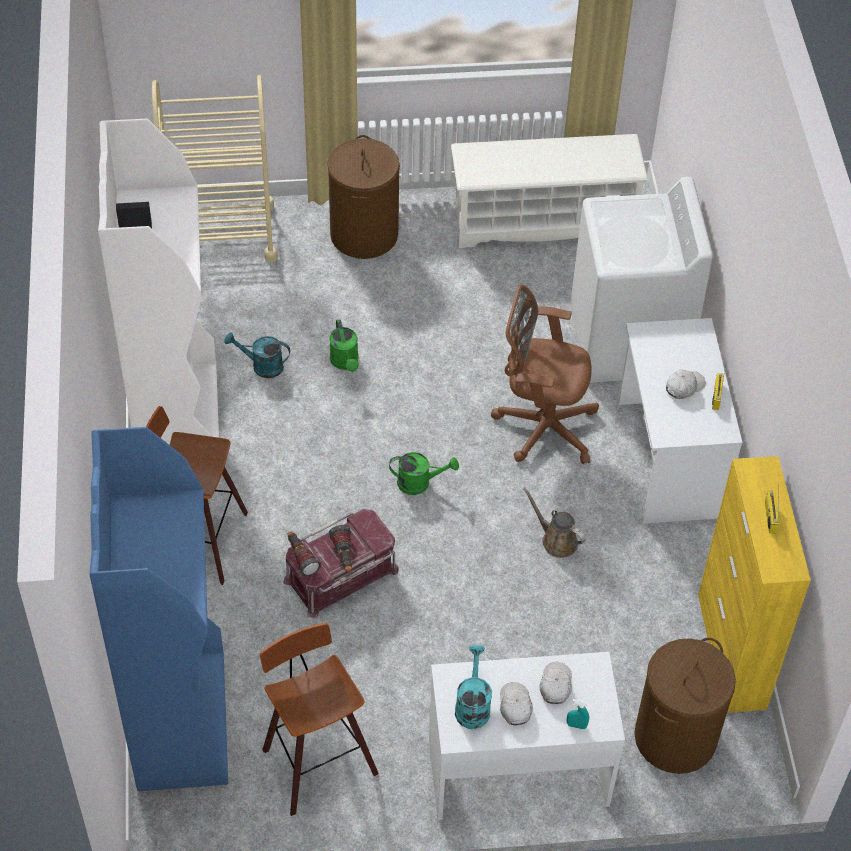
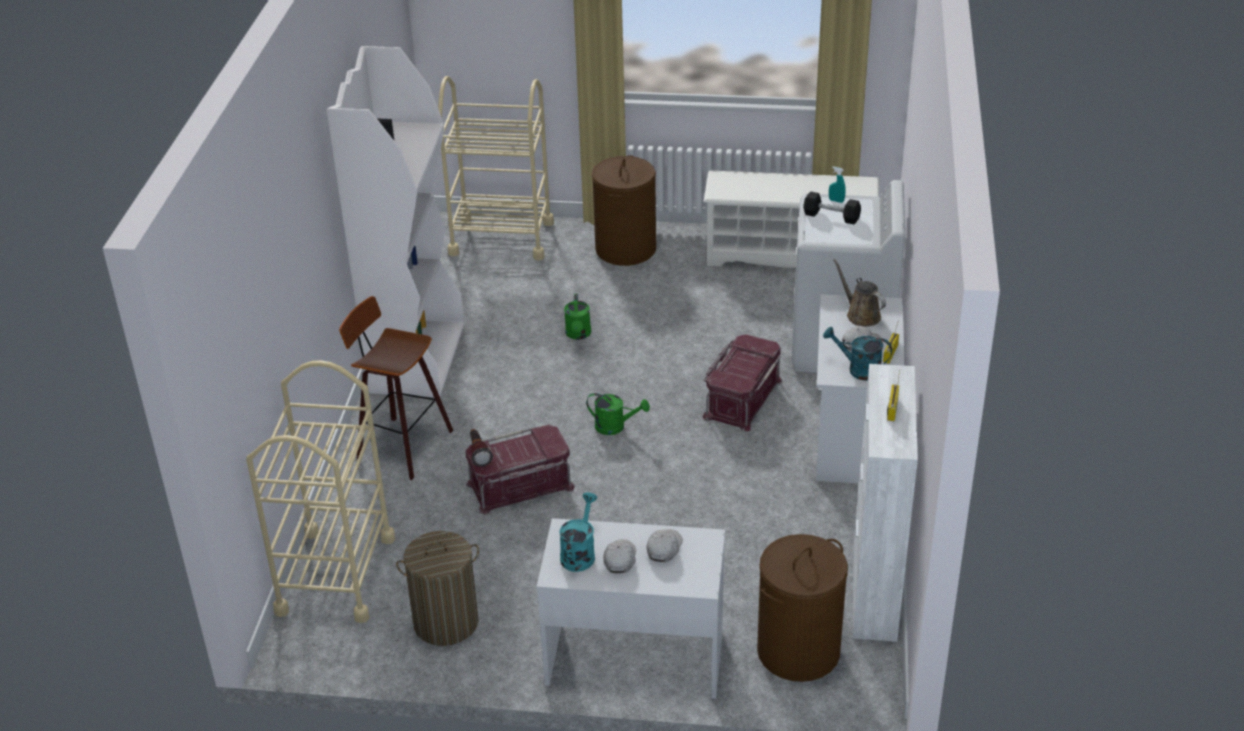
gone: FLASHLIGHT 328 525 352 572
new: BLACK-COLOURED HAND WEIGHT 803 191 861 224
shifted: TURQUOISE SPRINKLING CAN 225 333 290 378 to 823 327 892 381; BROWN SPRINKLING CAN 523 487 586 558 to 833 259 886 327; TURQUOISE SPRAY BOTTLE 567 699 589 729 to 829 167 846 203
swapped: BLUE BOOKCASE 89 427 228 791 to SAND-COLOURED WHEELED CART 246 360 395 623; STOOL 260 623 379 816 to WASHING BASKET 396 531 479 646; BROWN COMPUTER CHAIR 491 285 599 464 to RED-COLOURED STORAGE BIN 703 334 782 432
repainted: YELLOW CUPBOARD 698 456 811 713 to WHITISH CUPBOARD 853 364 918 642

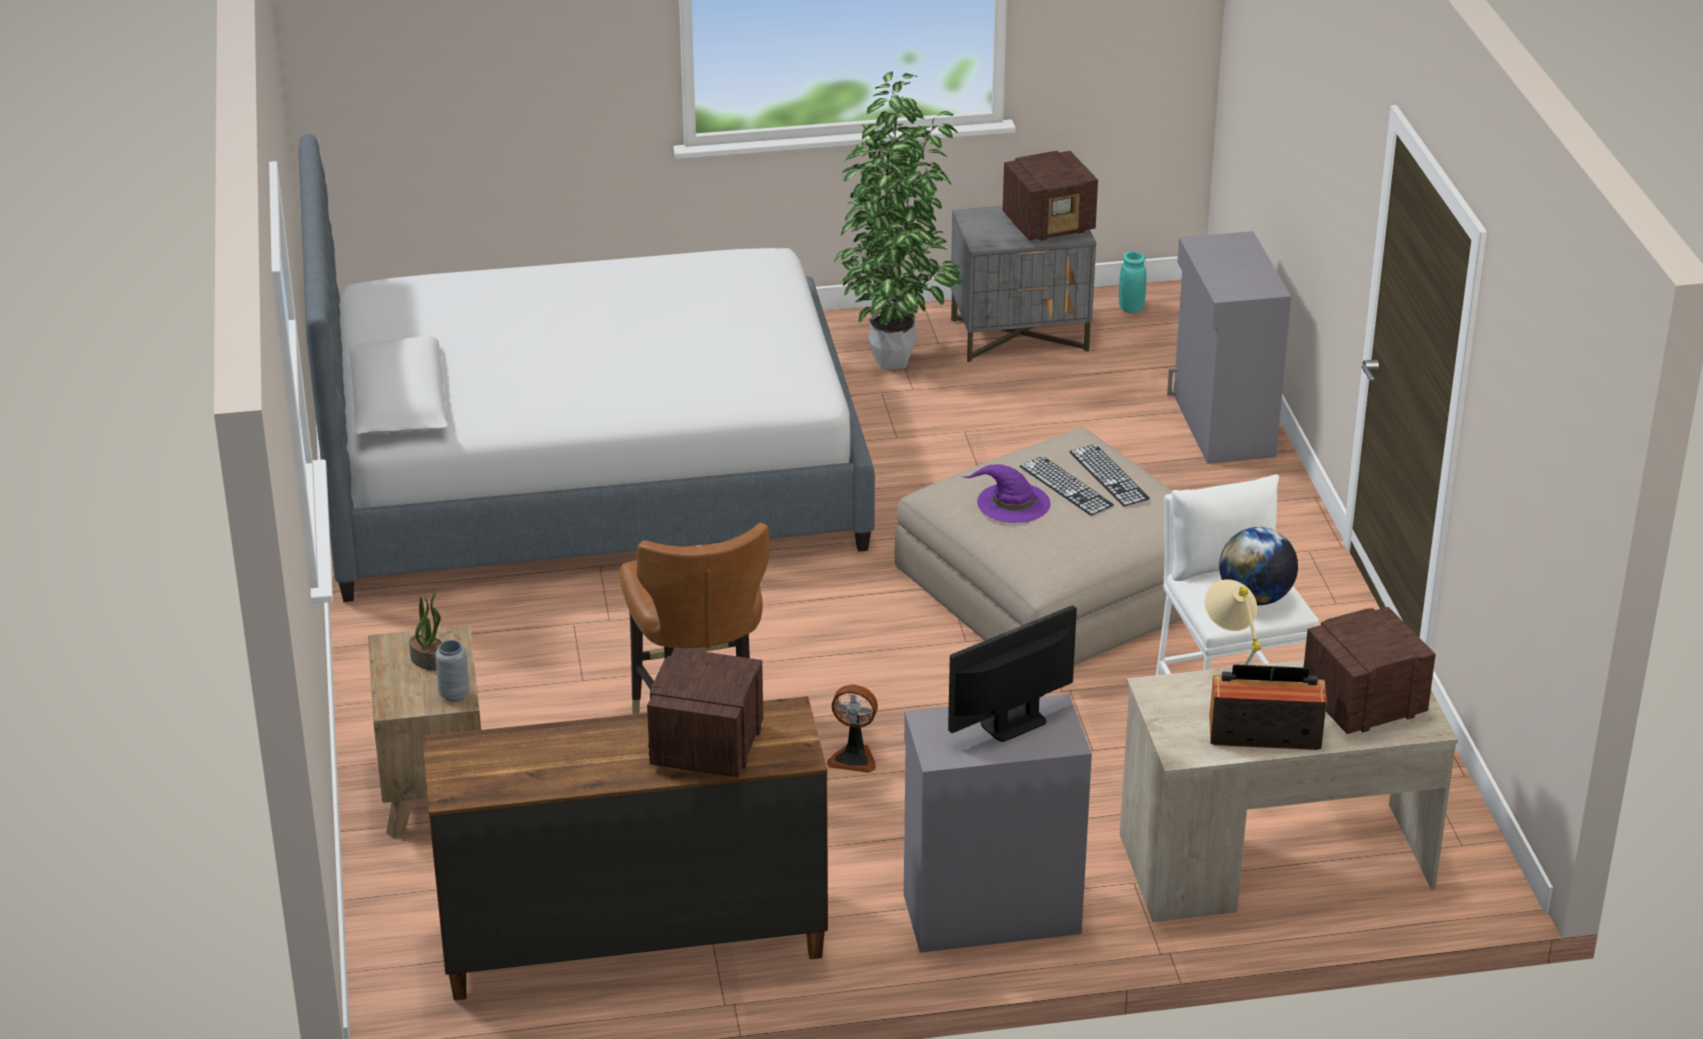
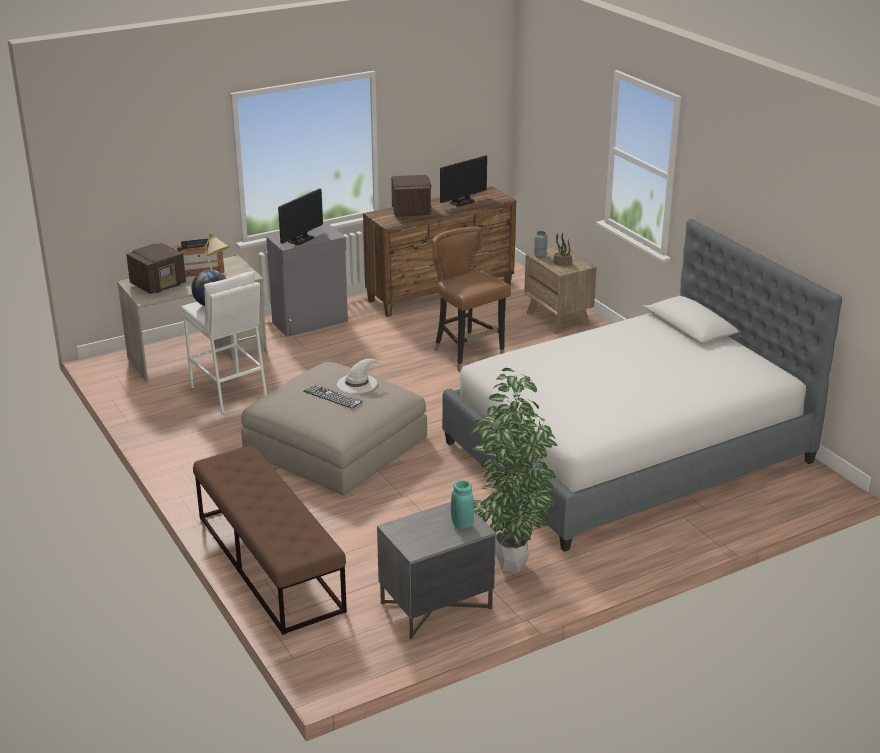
gone: FAN 827 685 878 773; RADIO 1003 151 1098 241; KEYBOARD 1069 444 1150 506
new: COMPUTER DISPLAY 440 155 487 206
shifted: TURQUOISE DECORATIVE VASE 1119 251 1146 313 to 451 480 474 529
swapped: GRAY CUPBOARD 1167 231 1291 464 to BROWN INDOOR BENCH 193 445 347 635
repainted: PURPLISH HAT 961 464 1050 523 to WHITISH HAT 337 359 383 394

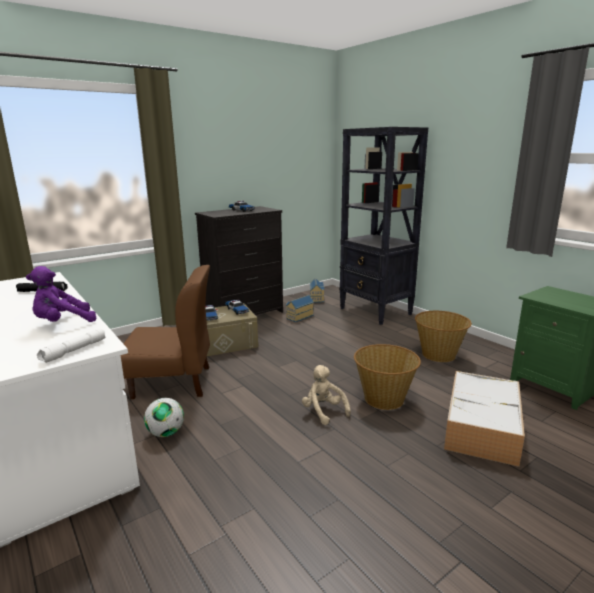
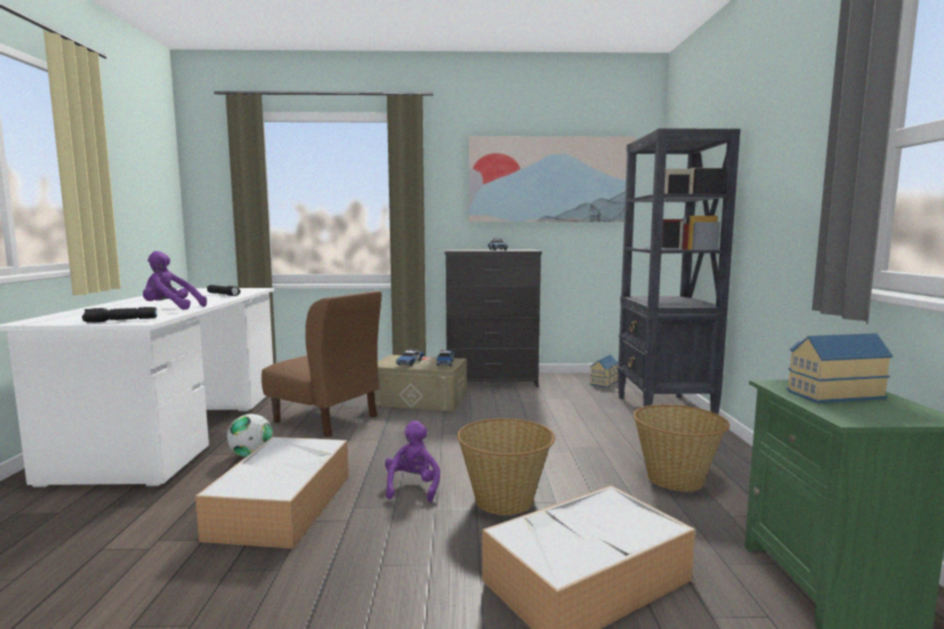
new: STORAGE BIN 195 437 349 549; PICTURE 469 136 637 222
shifted: MINIATURE HOUSE 286 295 314 322 to 787 333 893 403
repainted: WHITISH FLASHLIGHT 37 329 106 363 to BLACK-COLOURED FLASHLIGHT 82 307 157 322; SAND-COLOURED CUDDLY TOY 302 365 351 425 to PURPLISH CUDDLY TOY 385 421 440 502

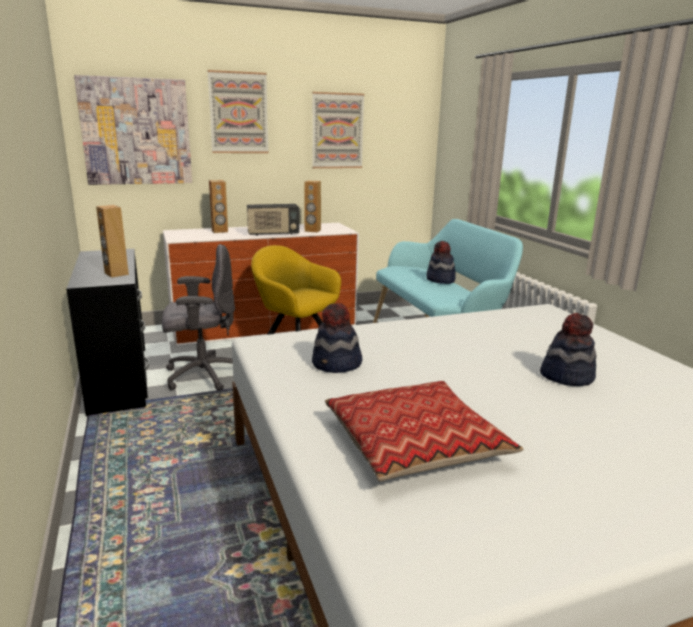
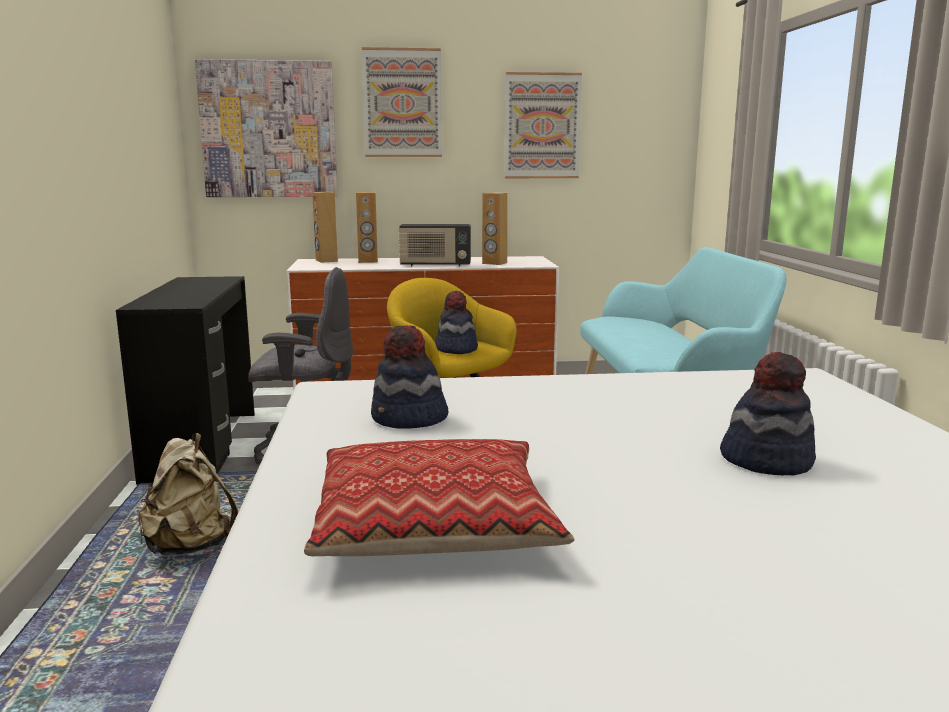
new: SAND-COLOURED BACKPACK 138 433 238 555
shifted: BROWN LOUDSPEAKER 96 205 129 278 to 312 192 338 263; HAT 426 241 456 284 to 435 291 478 354

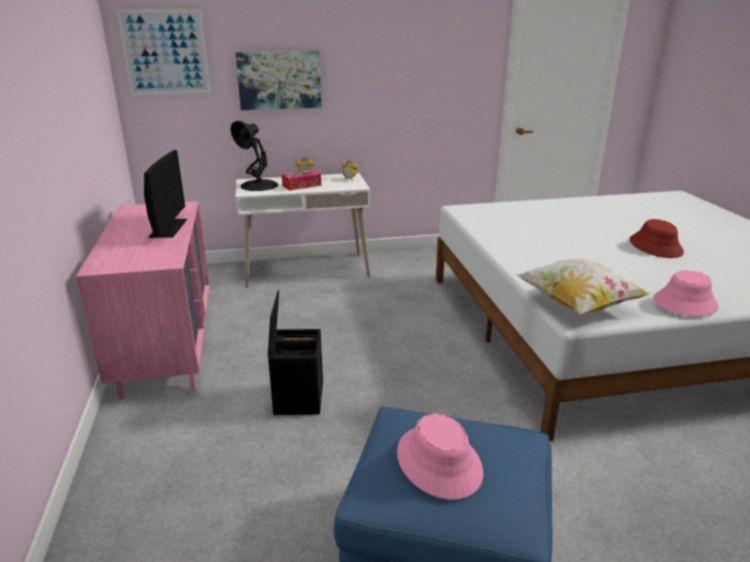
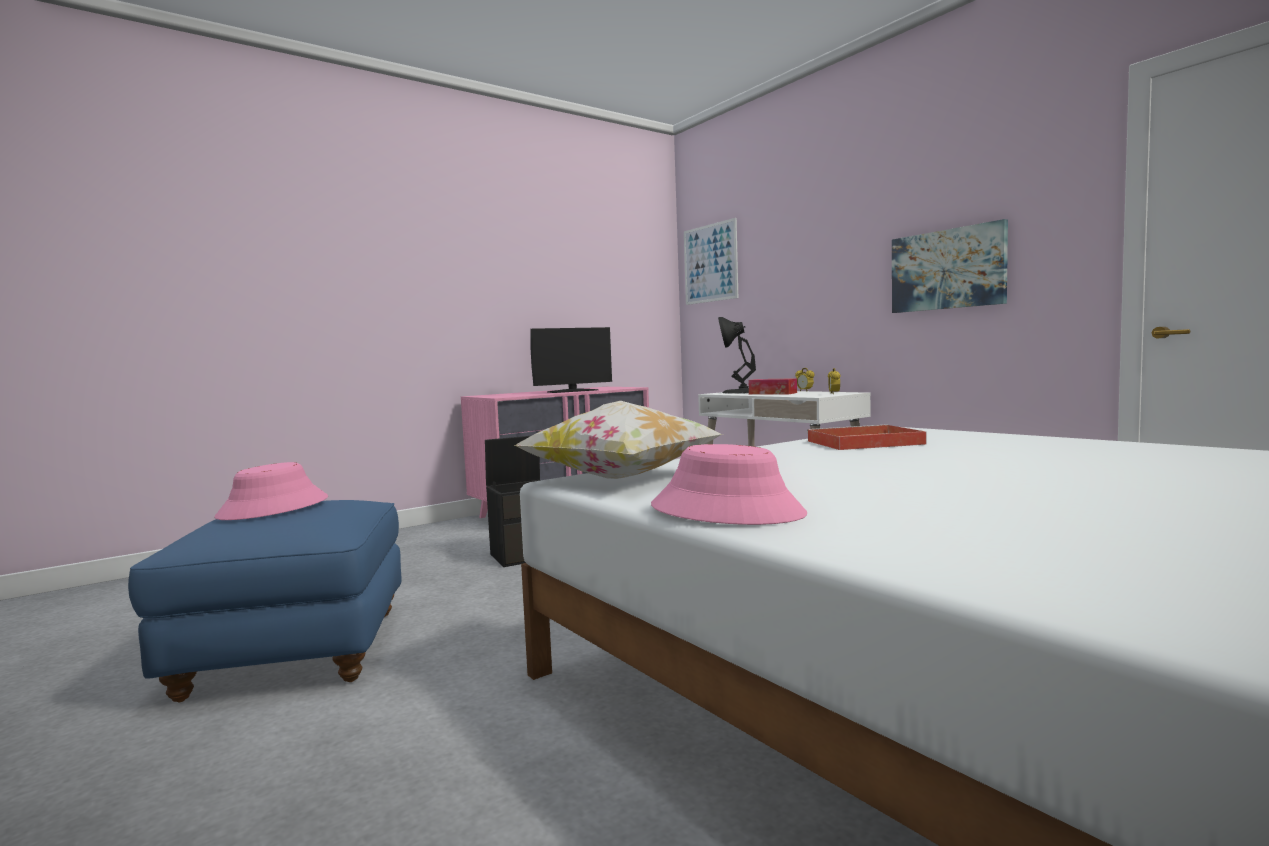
gone: RED-COLOURED HAT 630 219 684 258
new: RED-COLOURED TRAY 807 424 926 450
shifted: PICTURE 235 51 322 110 to 892 219 1008 313

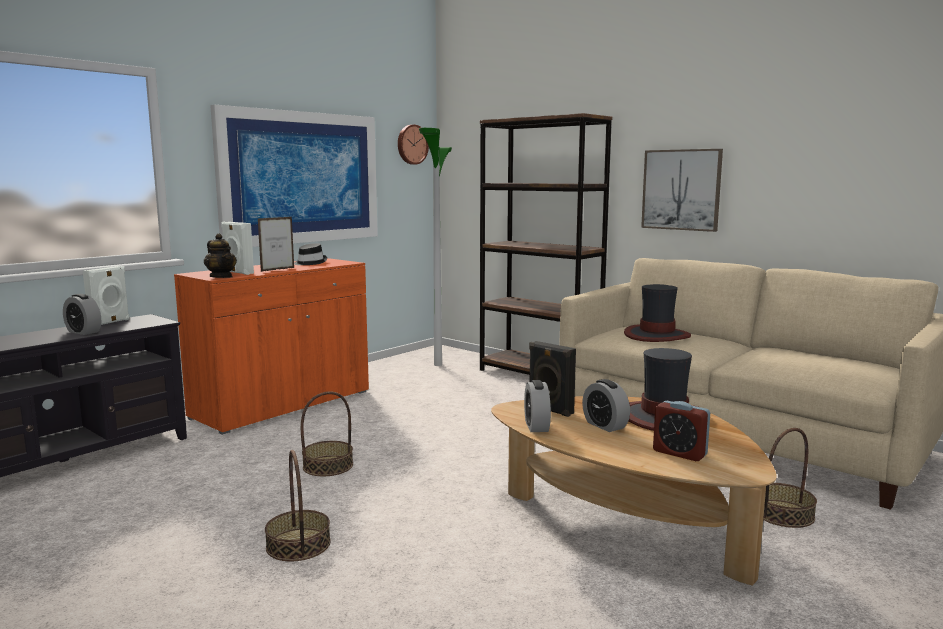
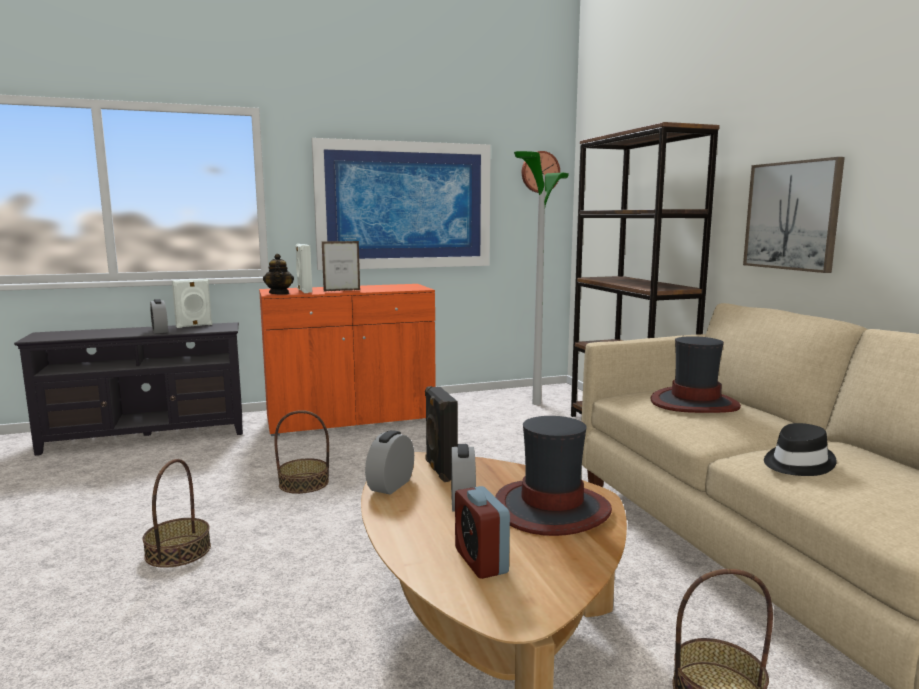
shifted: BLACK-COLOURED HAT 294 243 327 265 to 764 423 837 476

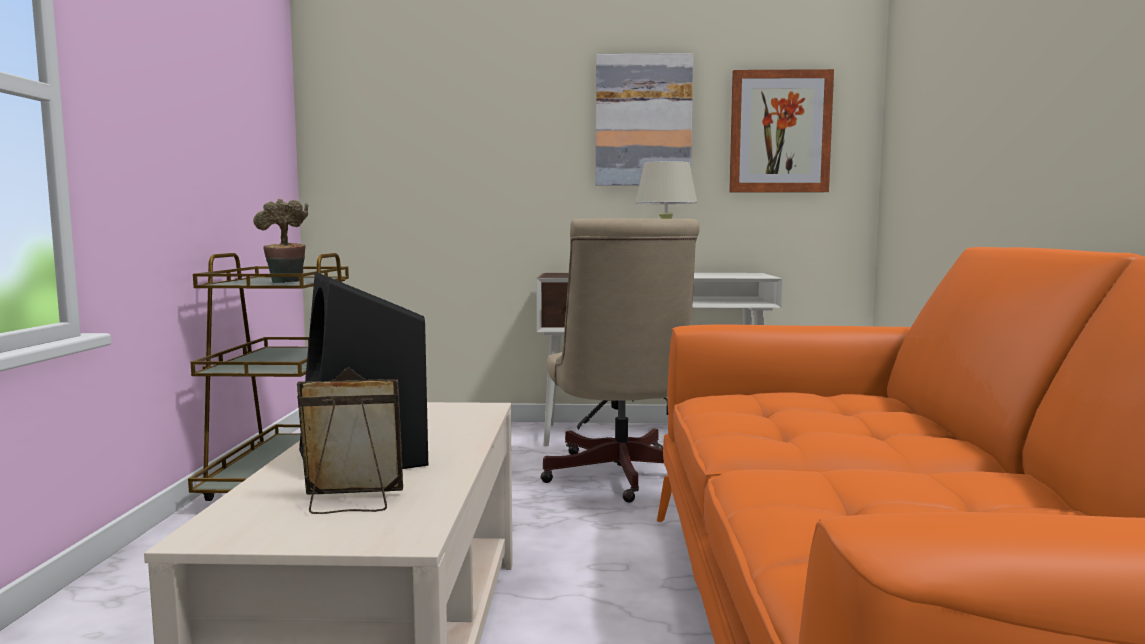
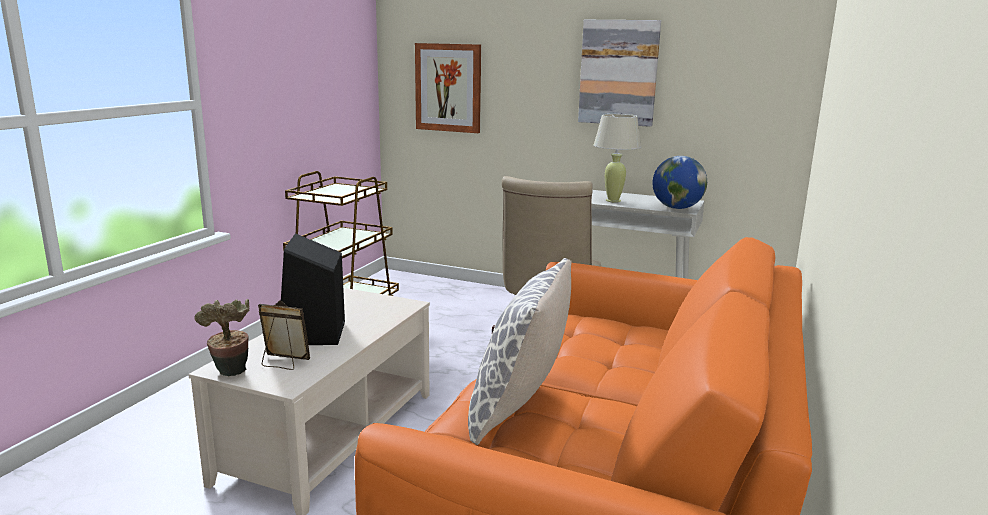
new: PILLOW 468 258 572 445; WORLD GLOBE 652 156 707 209
shifted: POTTED PLANT 253 198 309 283 to 195 299 249 376; PICTURE 729 69 834 193 to 415 43 481 133

